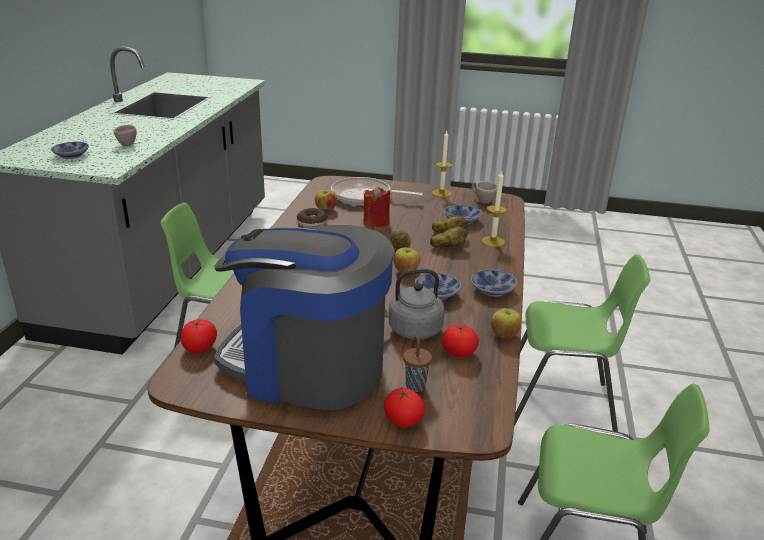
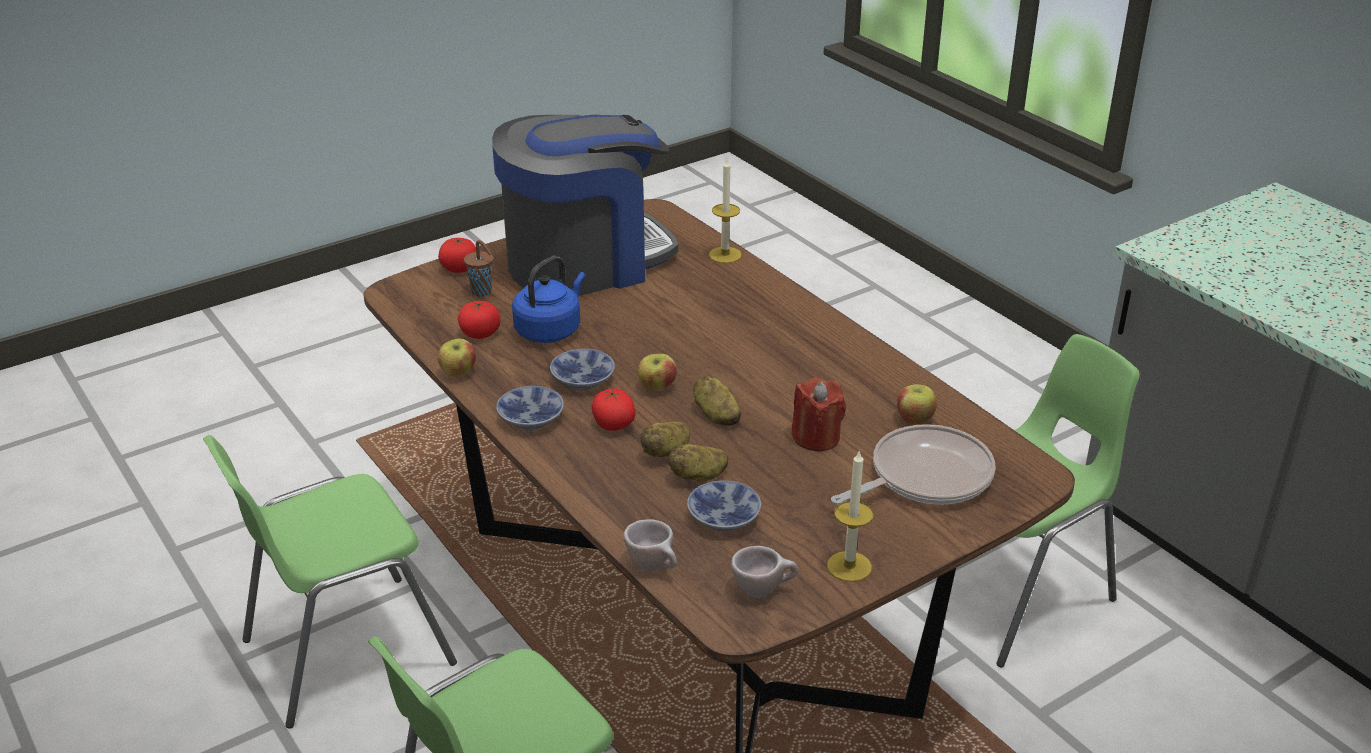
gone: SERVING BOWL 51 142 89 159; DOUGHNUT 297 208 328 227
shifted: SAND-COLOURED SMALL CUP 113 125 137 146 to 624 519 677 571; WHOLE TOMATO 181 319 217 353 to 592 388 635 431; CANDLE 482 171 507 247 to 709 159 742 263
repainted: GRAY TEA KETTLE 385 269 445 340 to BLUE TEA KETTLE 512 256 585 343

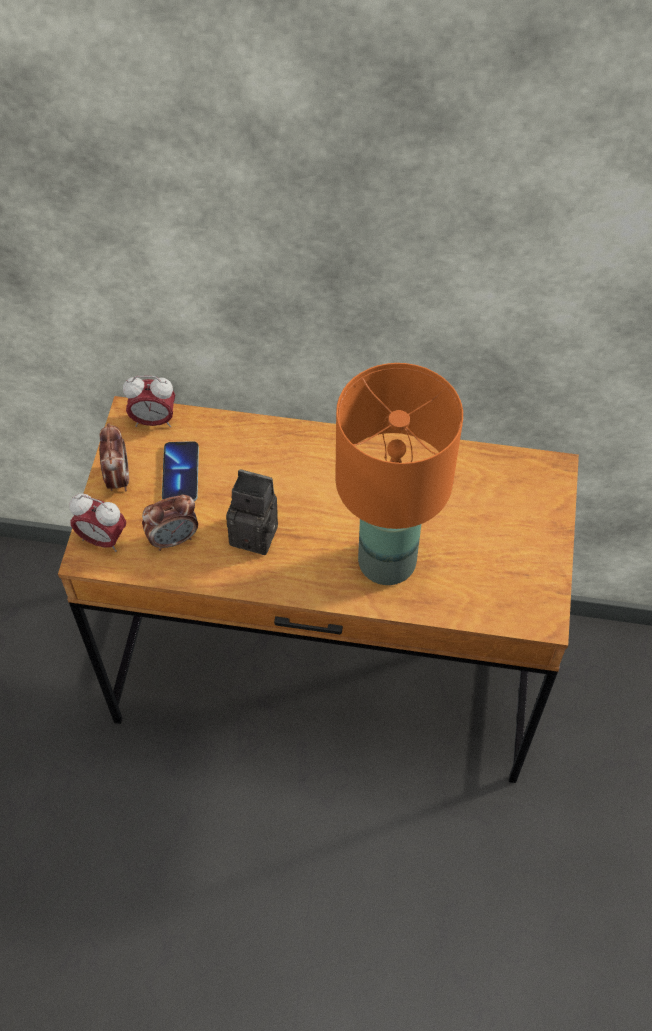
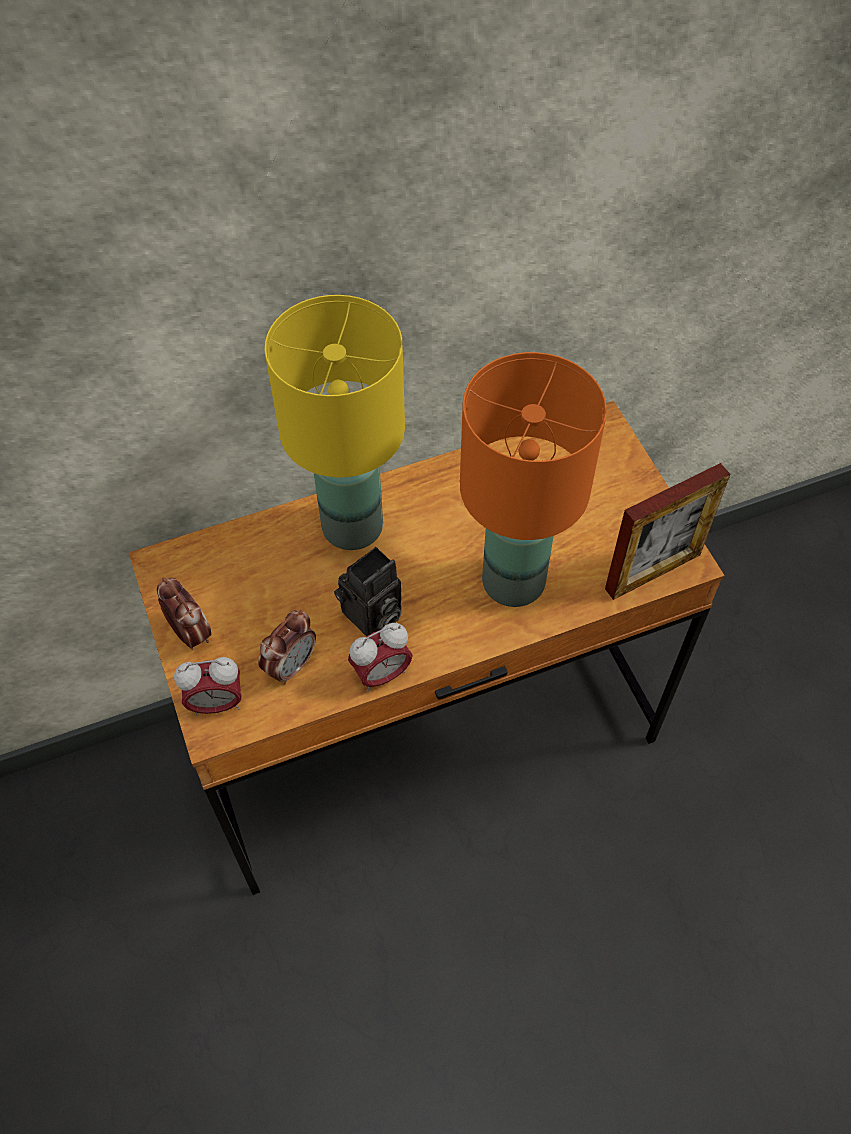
gone: PHONE 162 441 199 501
new: YELLOW LAMP FOR A TABLE 264 295 405 550; STANDING FRAME 605 463 730 600
shifted: TABLE CLOCK 123 376 175 427 to 348 623 413 692
rotated: PHOTO CAMERA 226 469 278 555 = 334 547 401 636 150 degrees clockwise

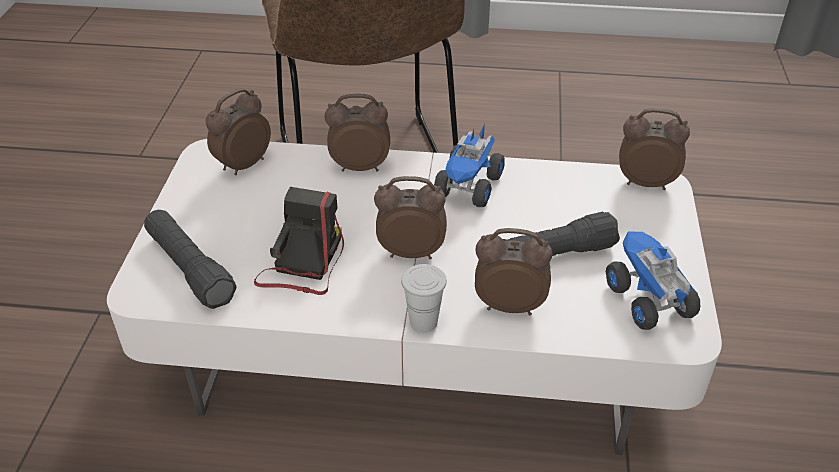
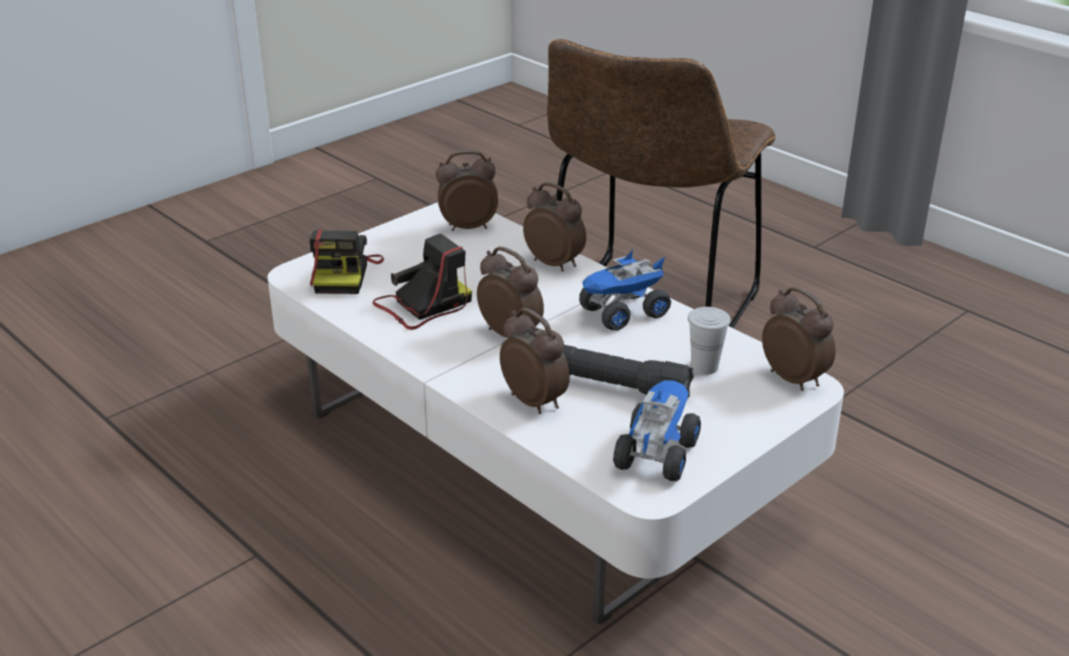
shifted: WHITISH SMALL CUP 401 264 447 333 to 688 307 731 375
swapped: BLACK-COLOURED FLASHLIGHT 144 210 236 309 to PHOTO CAMERA 310 230 384 294

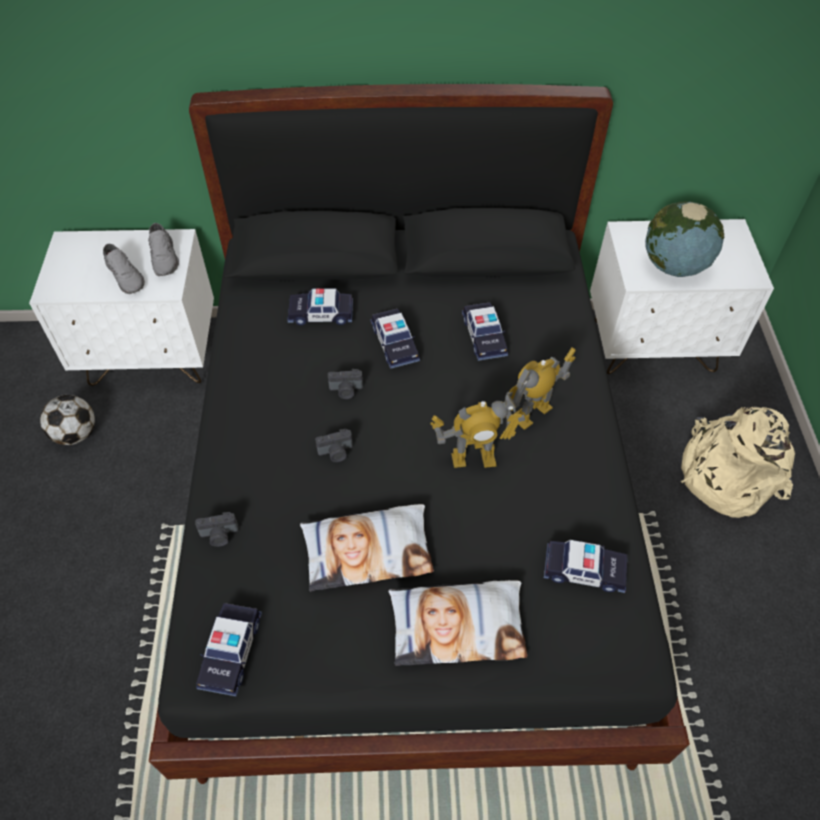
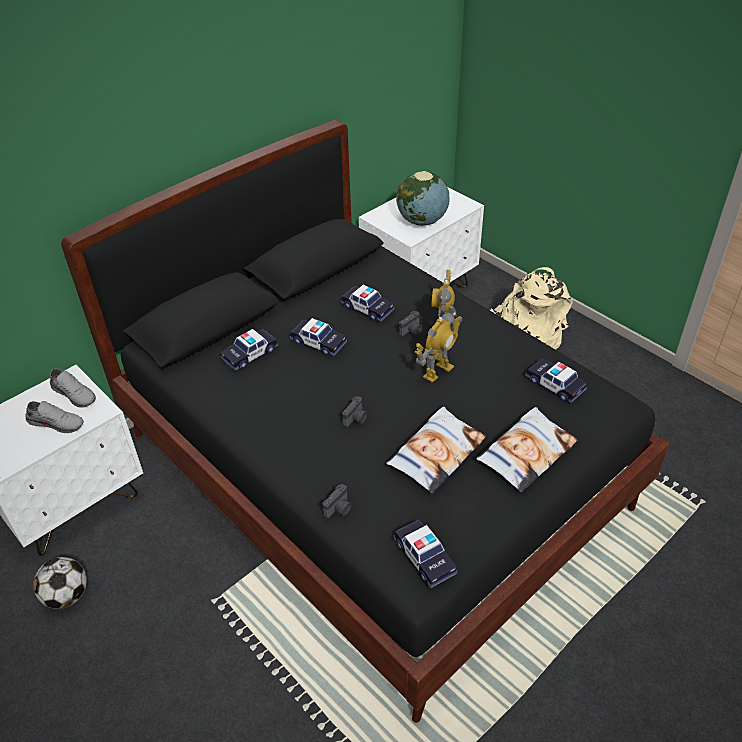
shifted: PHOTO CAMERA 328 369 363 399 to 399 311 422 336
rotated: MODEL CAR 544 540 627 593 = 525 358 587 403 105 degrees counterclockwise

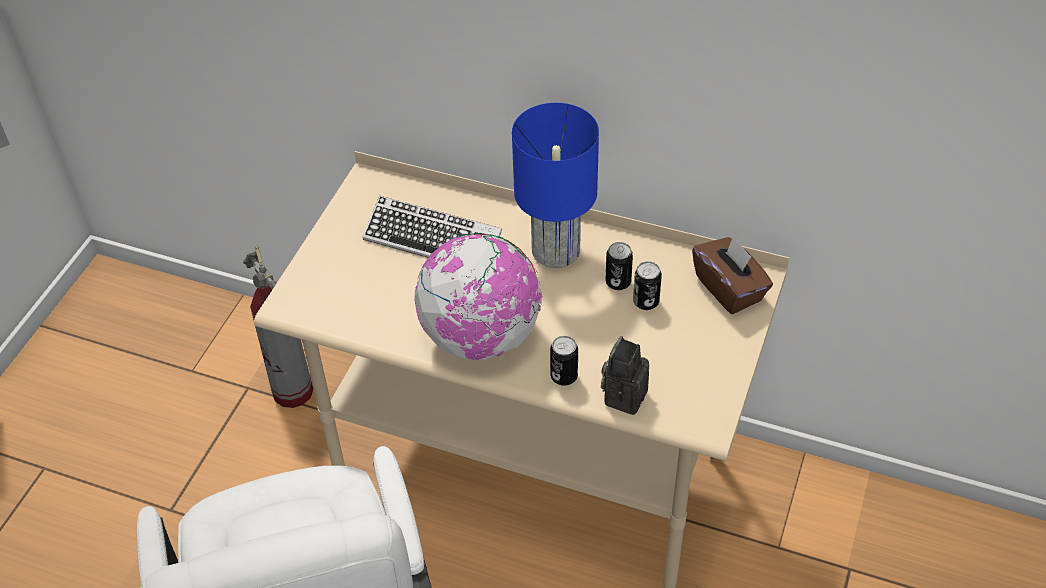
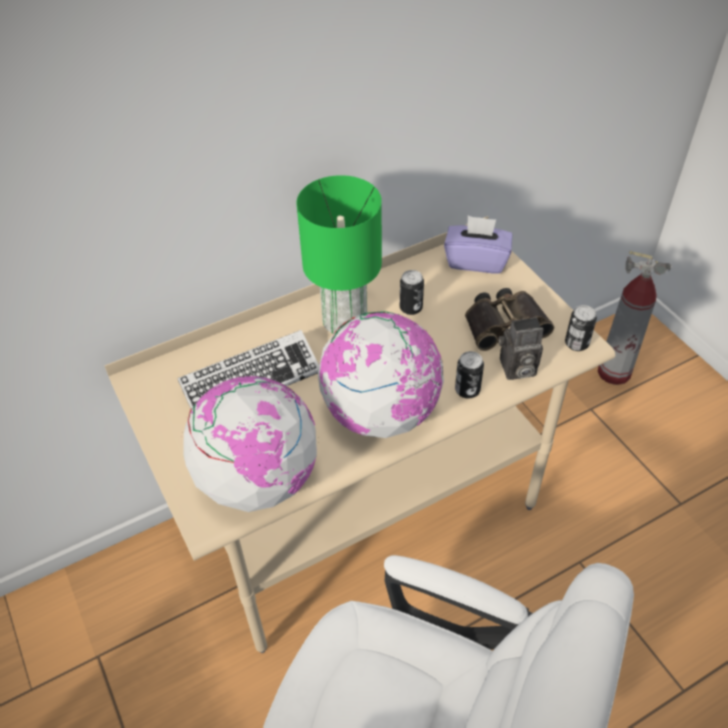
new: WORLD GLOBE 183 375 317 512; BINOCULARS 465 288 554 351
shifted: EXTINGUISHER 243 246 314 408 to 598 251 672 385; METAL CAN 633 261 662 310 to 565 305 597 351
repainted: BLUE LAMP FOR A TABLE 512 103 599 268 to GREEN LAMP FOR A TABLE 296 175 382 334; BROWN BOX OF TISSUES 692 235 773 314 to PURPLISH BOX OF TISSUES 444 215 512 274
rotated: PHOTO CAMERA 601 336 649 415 = 499 317 544 380 75 degrees counterclockwise

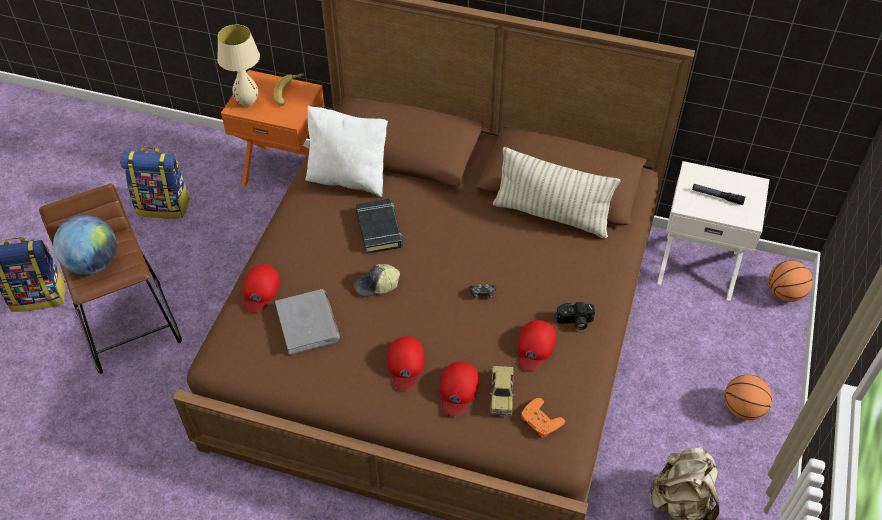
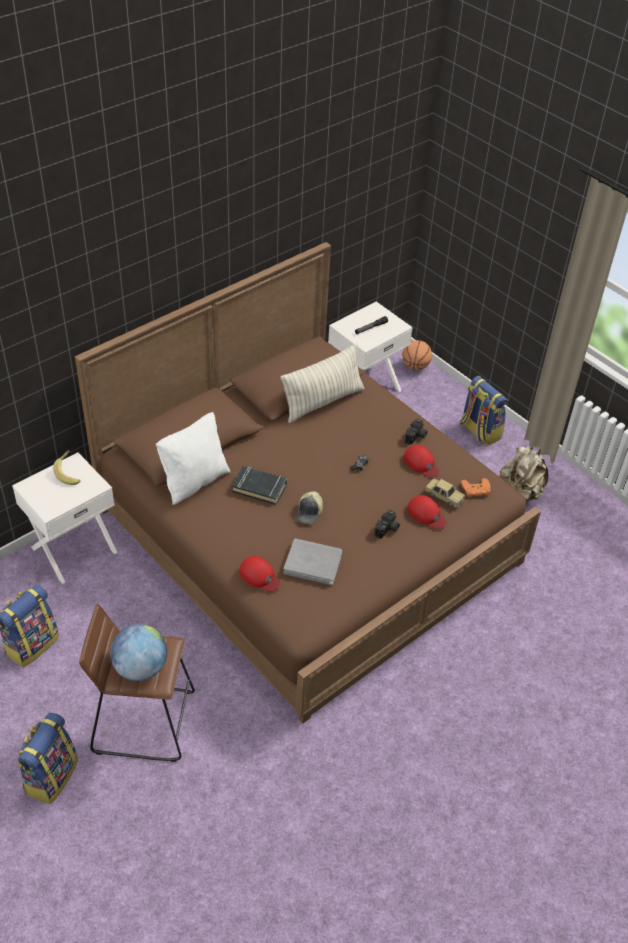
gone: SAND-COLOURED LAMP FOR A TABLE 217 25 260 107
swapped: RED-COLOURED PEAKED CAP 387 337 424 390 to PHOTO CAMERA 375 510 400 539; BASKETBALL 724 375 773 420 to BACKPACK 460 376 508 446
repainted: ORANGEY NIGHT TABLE 221 70 325 187 to WHITISH NIGHT TABLE 12 452 117 584

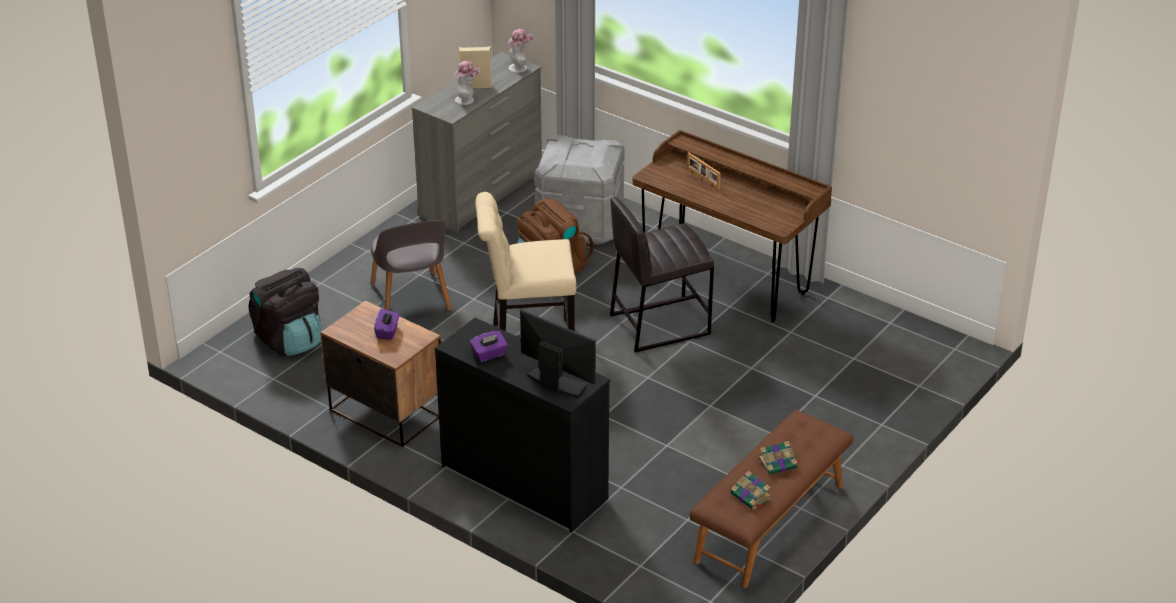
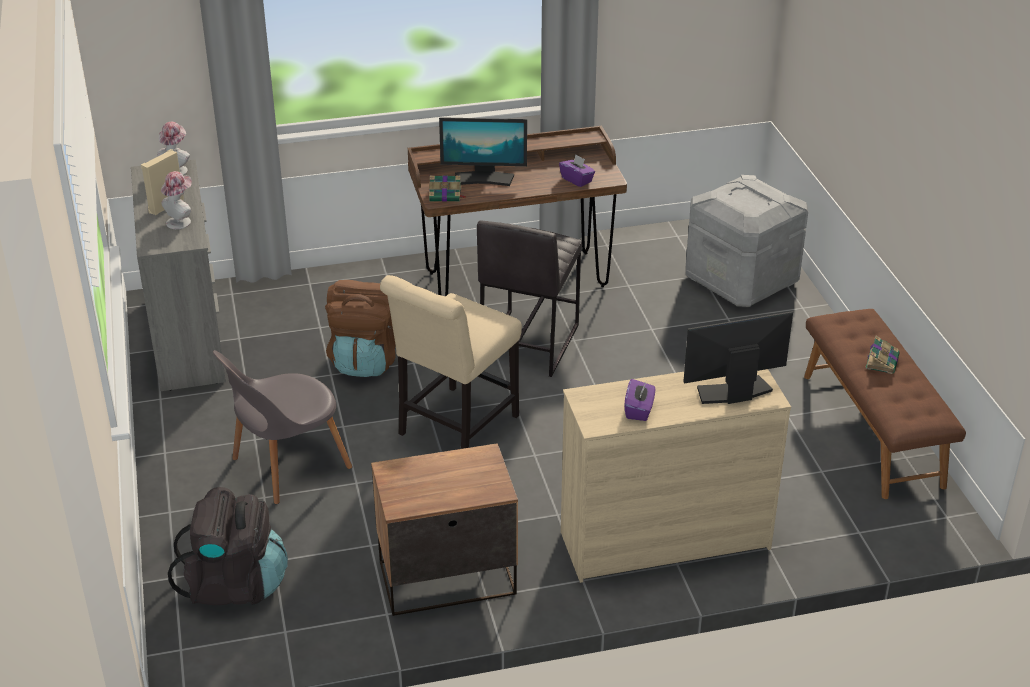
shifted: PURPLISH BOX OF TISSUES 374 309 399 340 to 559 155 595 187; GRAY STORAGE BIN 535 135 625 245 to 686 175 808 307; BOOK 730 471 772 510 to 429 175 466 202
swapped: STANDING FRAME 687 153 721 190 to COMPUTER DISPLAY 439 117 527 186
repainted: BLACK-COLOURED DRAWER CHEST 435 317 610 533 to SAND-COLOURED DRAWER CHEST 561 369 791 583
rotated: GRAY UPRIGHT CHAIR 370 220 452 311 = 213 350 352 504 120 degrees clockwise

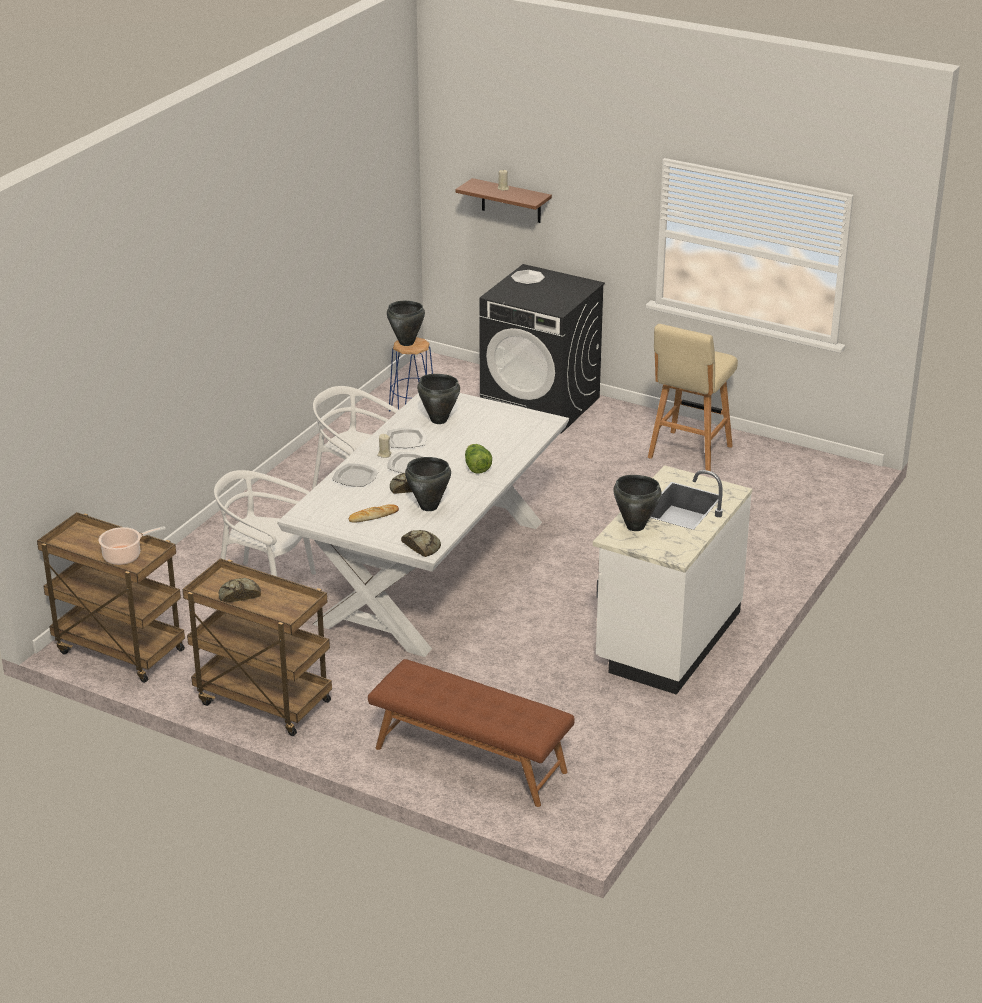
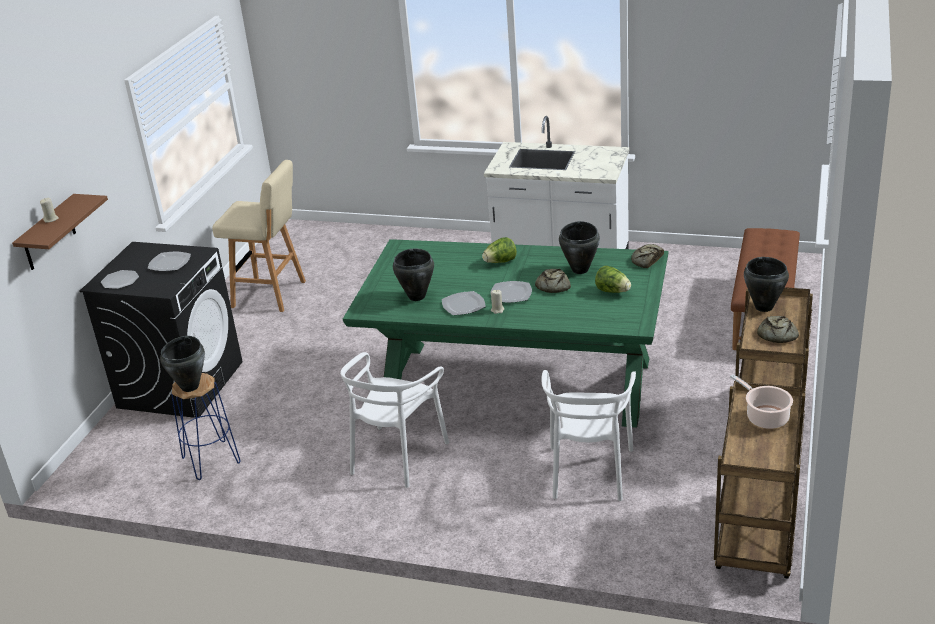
shifted: DINNER PLATE 332 463 379 487 to 148 252 191 271; BLACK-COLOURED COOKING POT 613 475 662 531 to 744 257 789 312
swapped: BAKED BREAD 349 504 399 523 to HEAD OF LETTUCE 595 266 631 293
repainted: WHITISH DINNER TABLE 277 393 569 657 to GREEN DINNER TABLE 343 239 668 428

